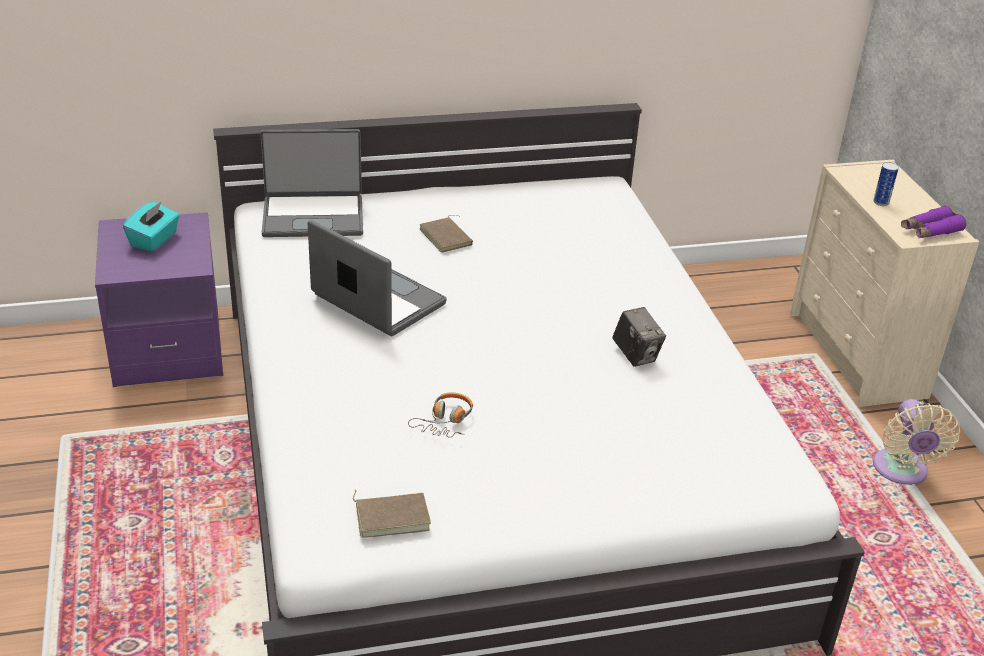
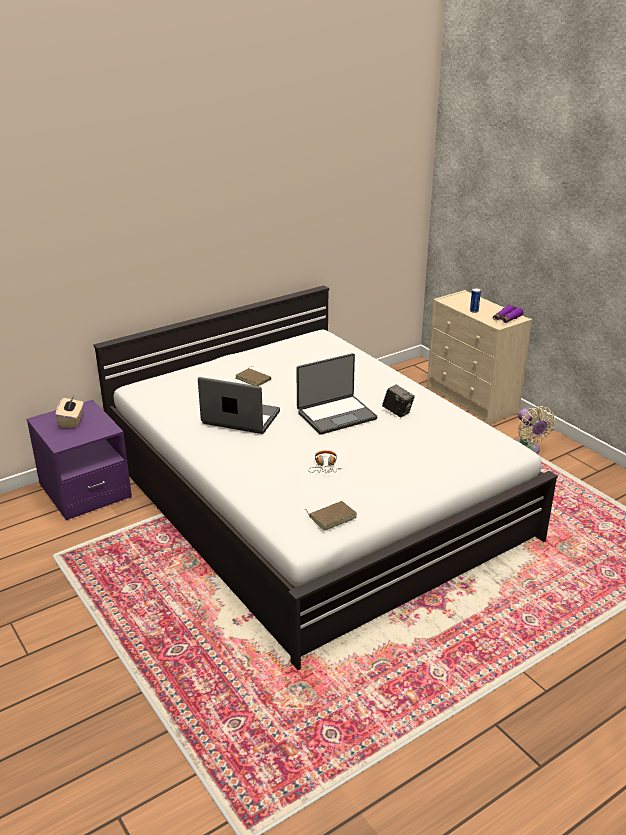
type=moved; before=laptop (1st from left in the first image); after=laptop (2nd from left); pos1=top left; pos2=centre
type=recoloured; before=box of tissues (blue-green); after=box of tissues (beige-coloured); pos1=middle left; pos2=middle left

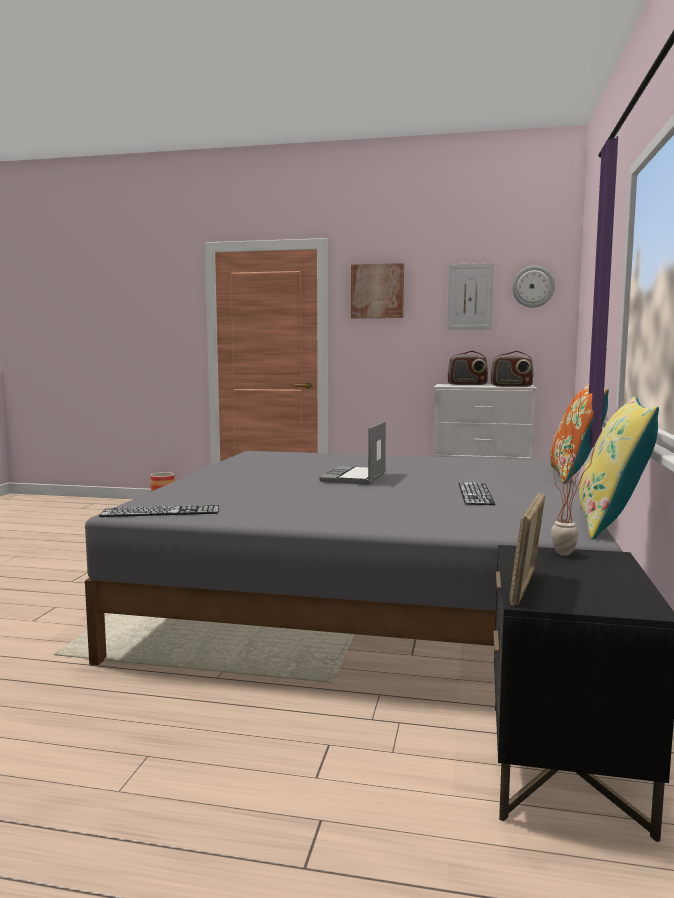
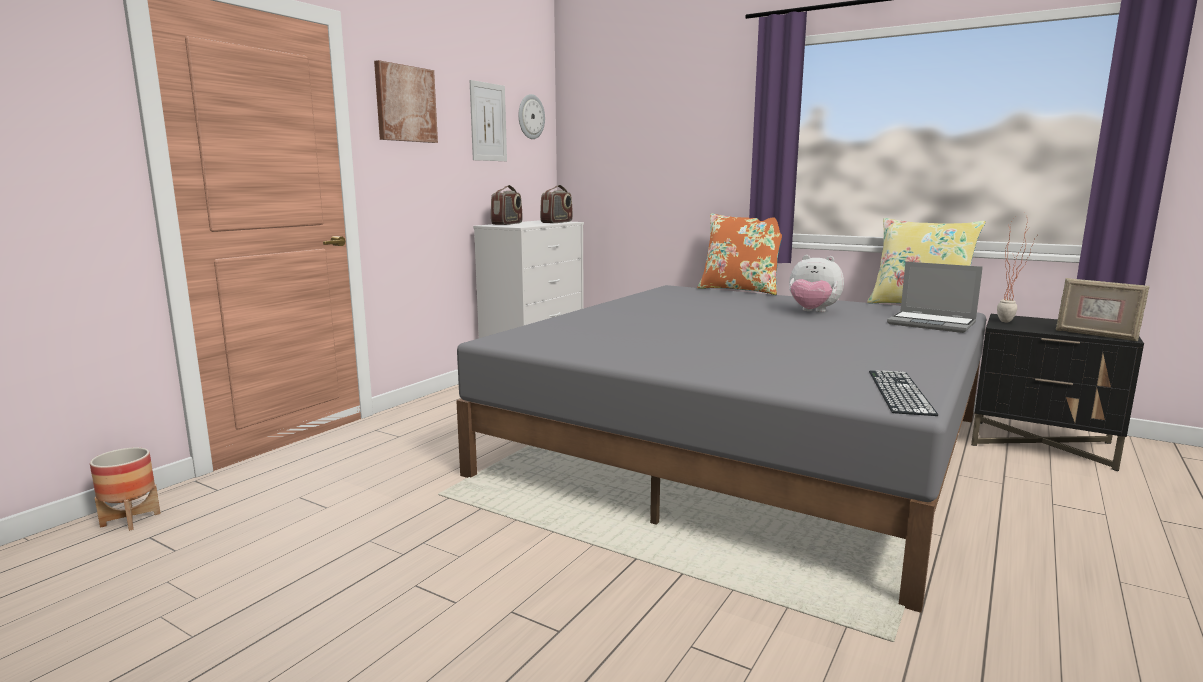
type=moved; before=laptop; pos1=centre; pos2=middle right
type=replaced; before=computer keyboard (2nd from left); after=cuddly toy; pos1=middle right; pos2=middle right

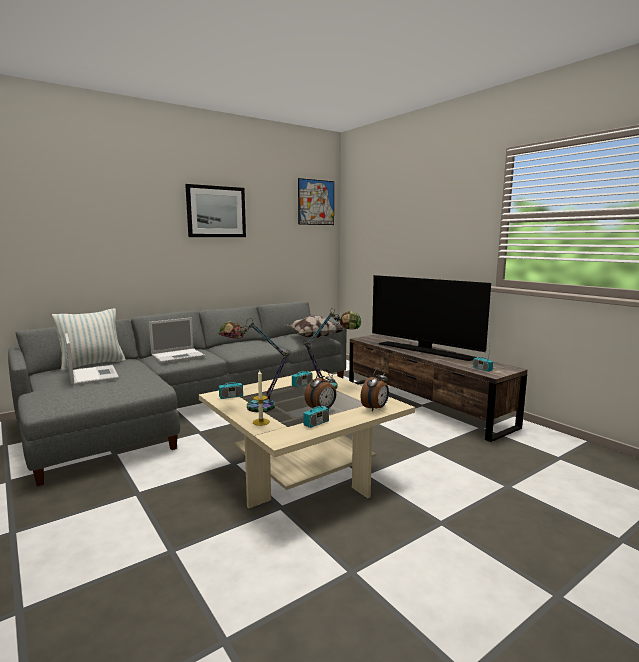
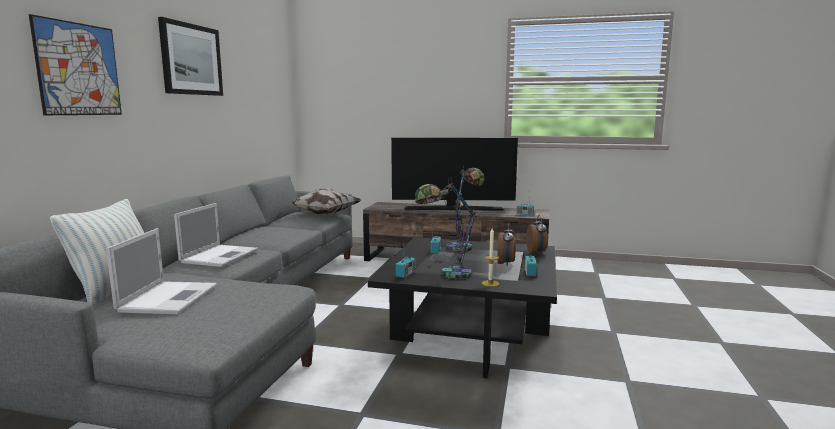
type=moved; before=wall picture (2nd from left in the first image); after=wall picture (1st from left); pos1=top centre; pos2=top left
type=turned; before=laptop (1st from left); pos1=middle left; pos2=middle left; turn=75
type=recoloured; before=low table (beige-coloured); after=low table (black); pos1=centre; pos2=bottom centre

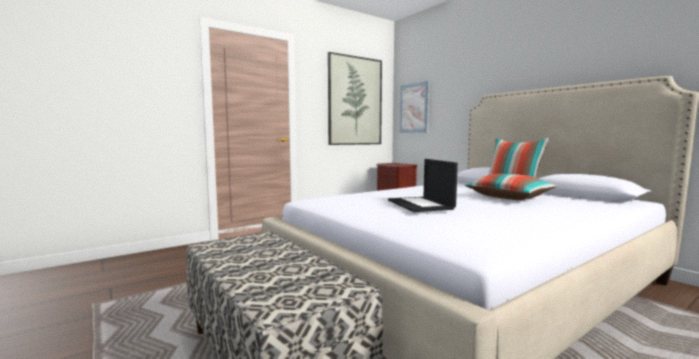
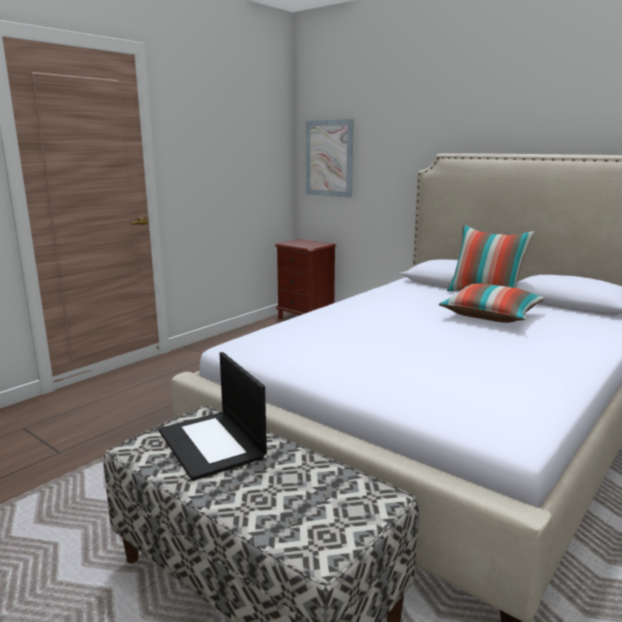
type=removed; before=wall picture (1st from left); pos1=top centre
type=moved; before=laptop; pos1=centre; pos2=bottom centre

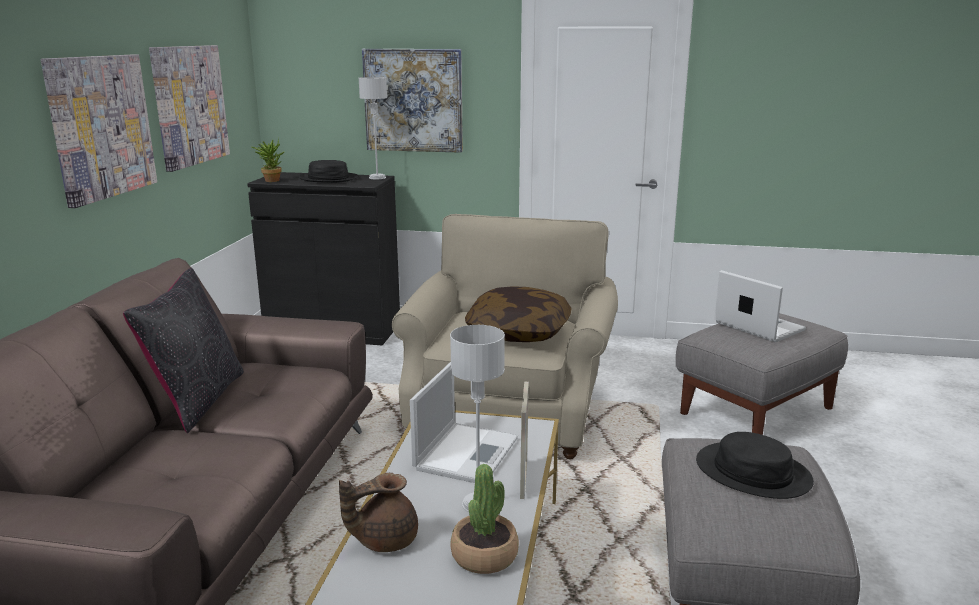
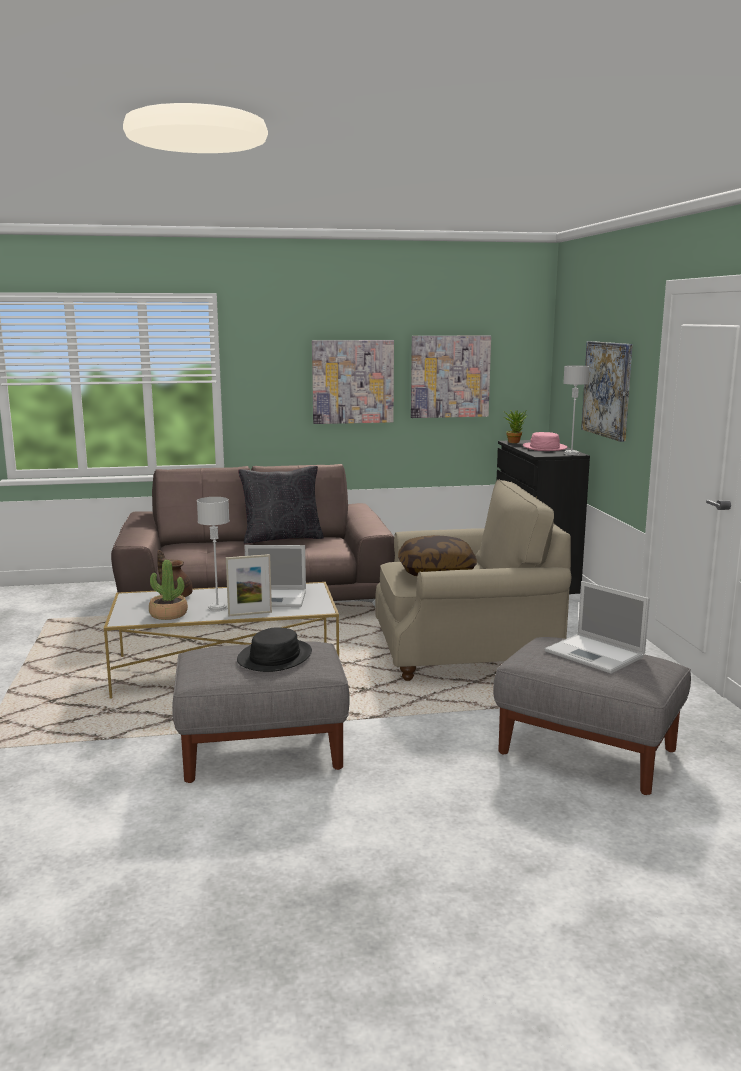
type=recoloured; before=clothing hat (black) (1st from left); after=clothing hat (pink-coloured); pos1=top centre; pos2=middle right
type=turned; before=laptop (2nd from left); pos1=middle right; pos2=middle right; turn=105

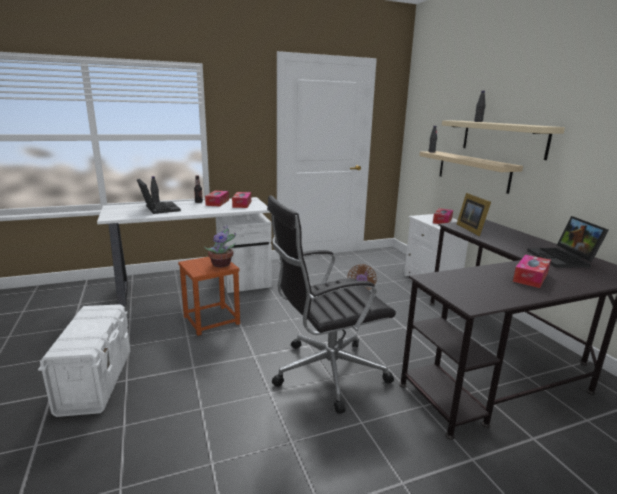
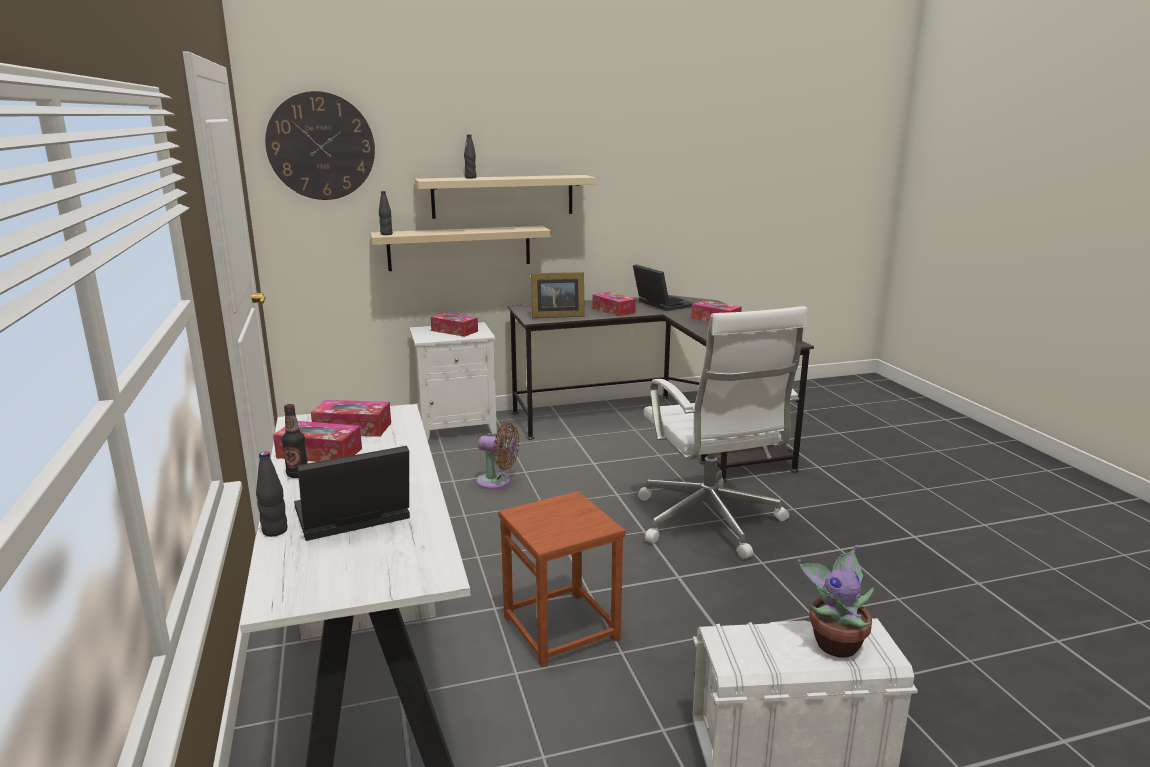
type=recoloured; before=office chair (black); after=office chair (whitish); pos1=centre; pos2=centre
type=turned; before=laptop (2nd from left); pos1=middle right; pos2=centre; turn=-120
type=moved; before=potted plant; pos1=centre; pos2=bottom right
type=added; after=clock on the wall; pos2=top left
type=added; after=box of tissues (4th from left); pos2=centre

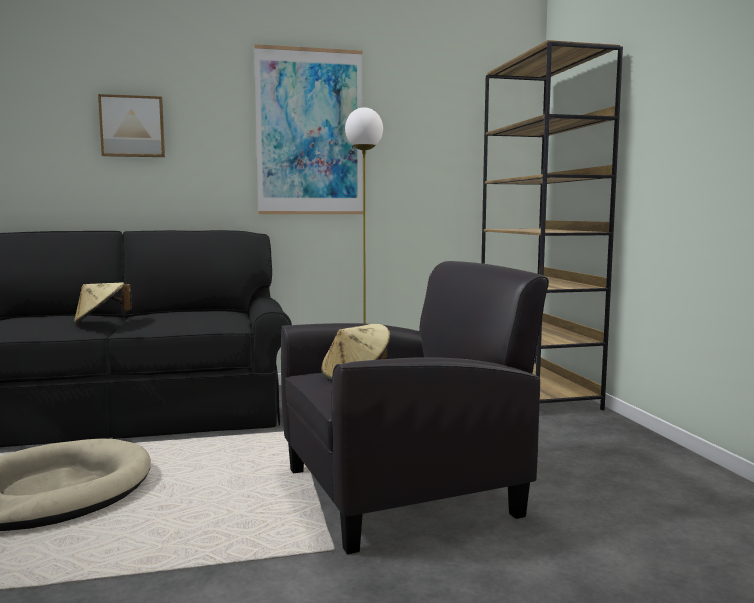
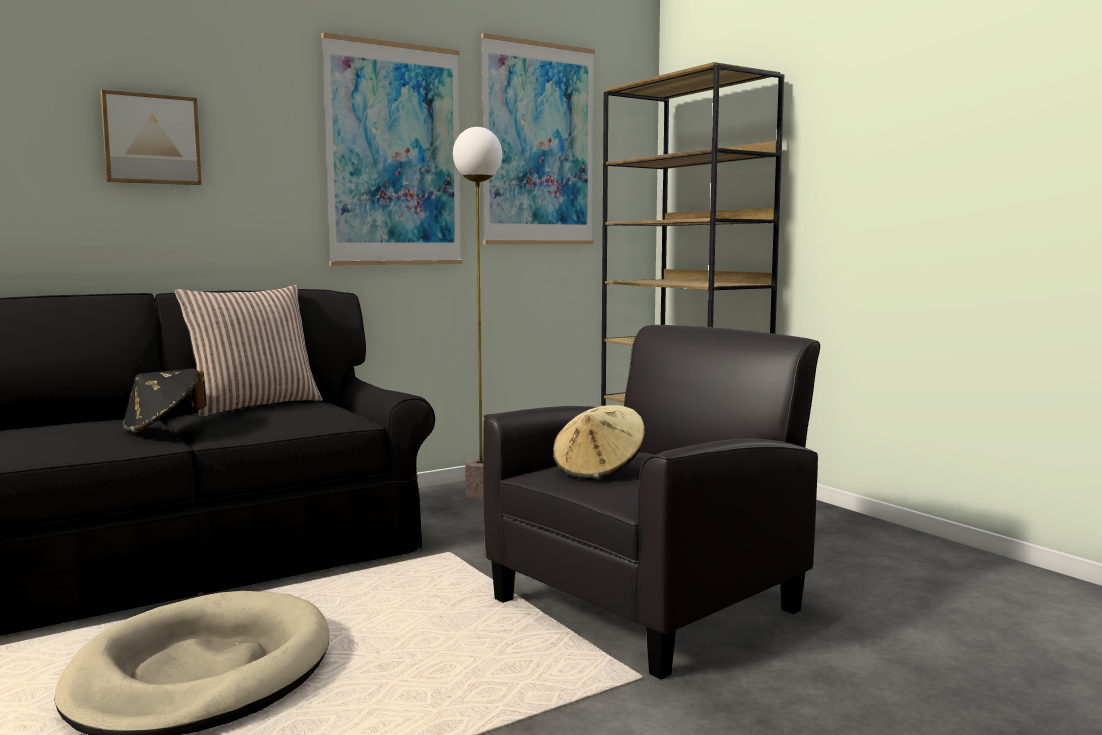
type=recoloured; before=clothing hat (beige-coloured) (1st from left); after=clothing hat (black); pos1=middle left; pos2=middle left
type=added; after=wall picture (3rd from left); pos2=top centre
type=added; after=throw pillow; pos2=middle left

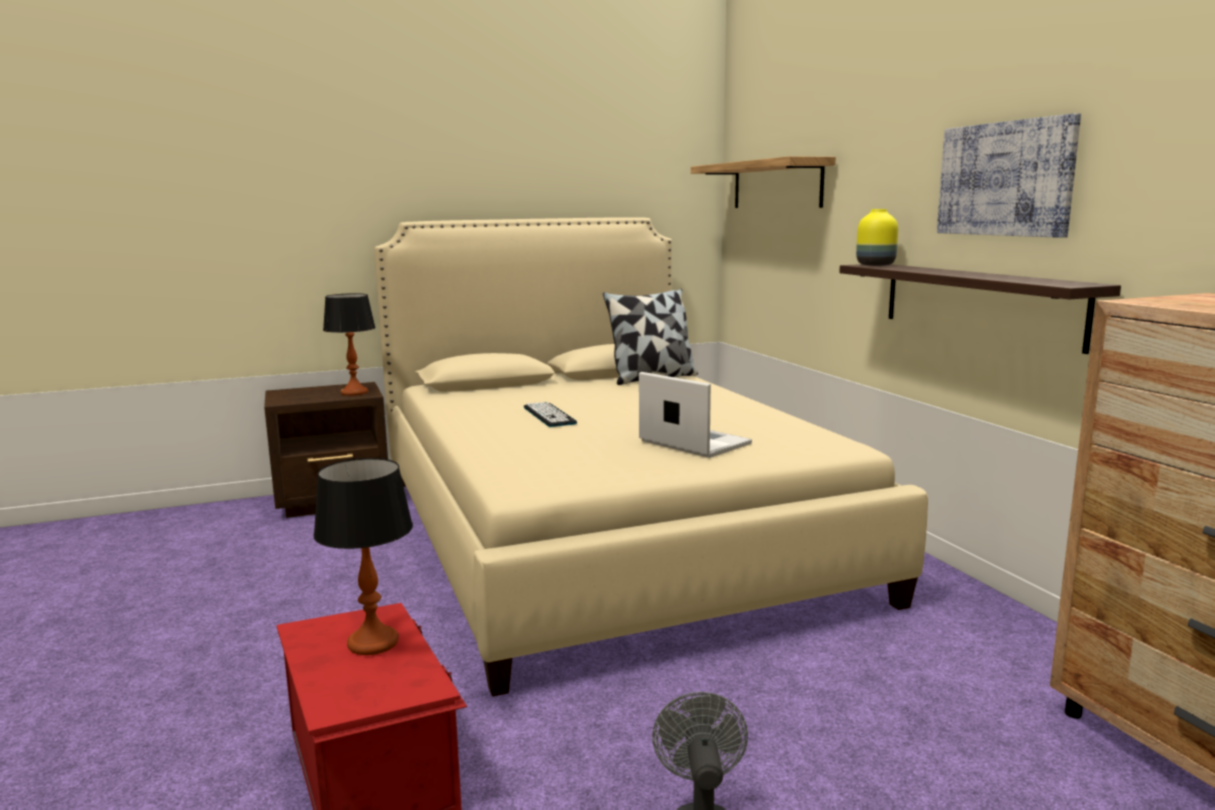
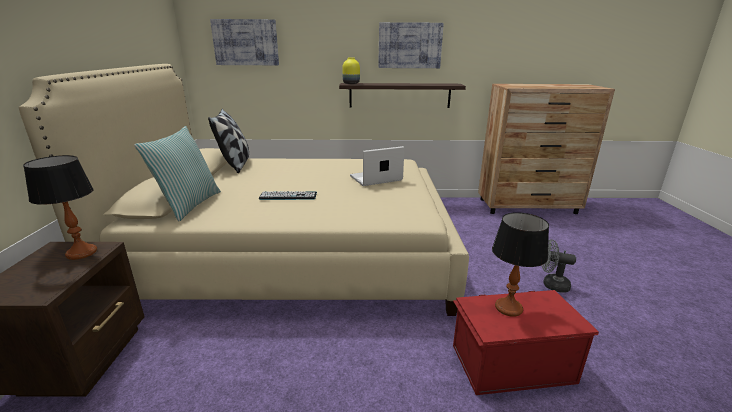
type=replaced; before=wall shelf (1st from left); after=wall picture (1st from left); pos1=top centre; pos2=top centre
type=added; after=throw pillow (1st from left); pos2=middle left

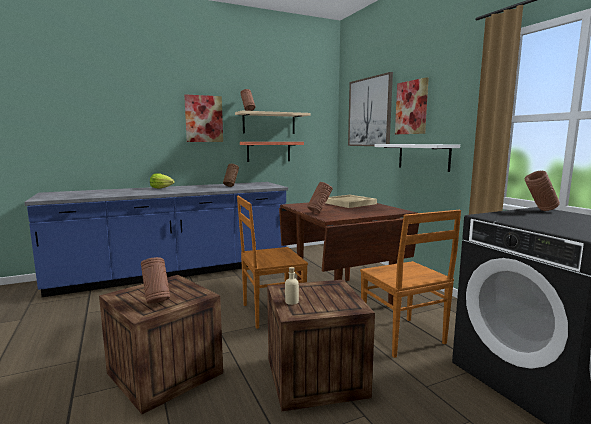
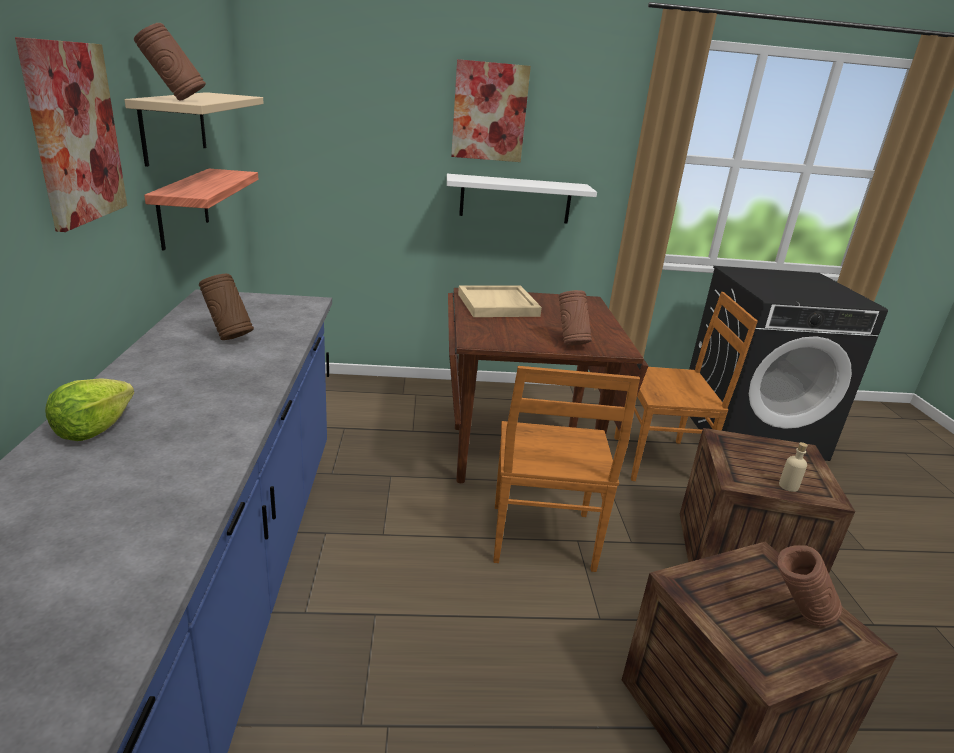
type=removed; before=wall picture (2nd from left); pos1=top centre
type=removed; before=vase (brown) (5th from left); pos1=middle right

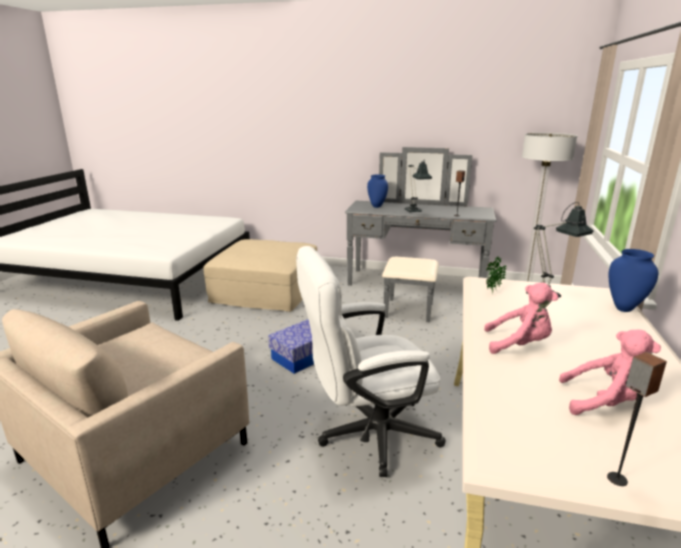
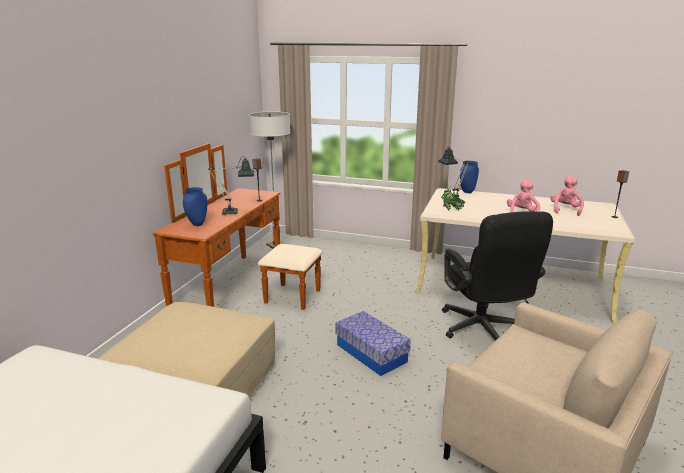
type=recoloured; before=drawer chest (greyish); after=drawer chest (brown); pos1=centre; pos2=centre
type=recoloured; before=office chair (whitish); after=office chair (black); pos1=centre; pos2=middle right

